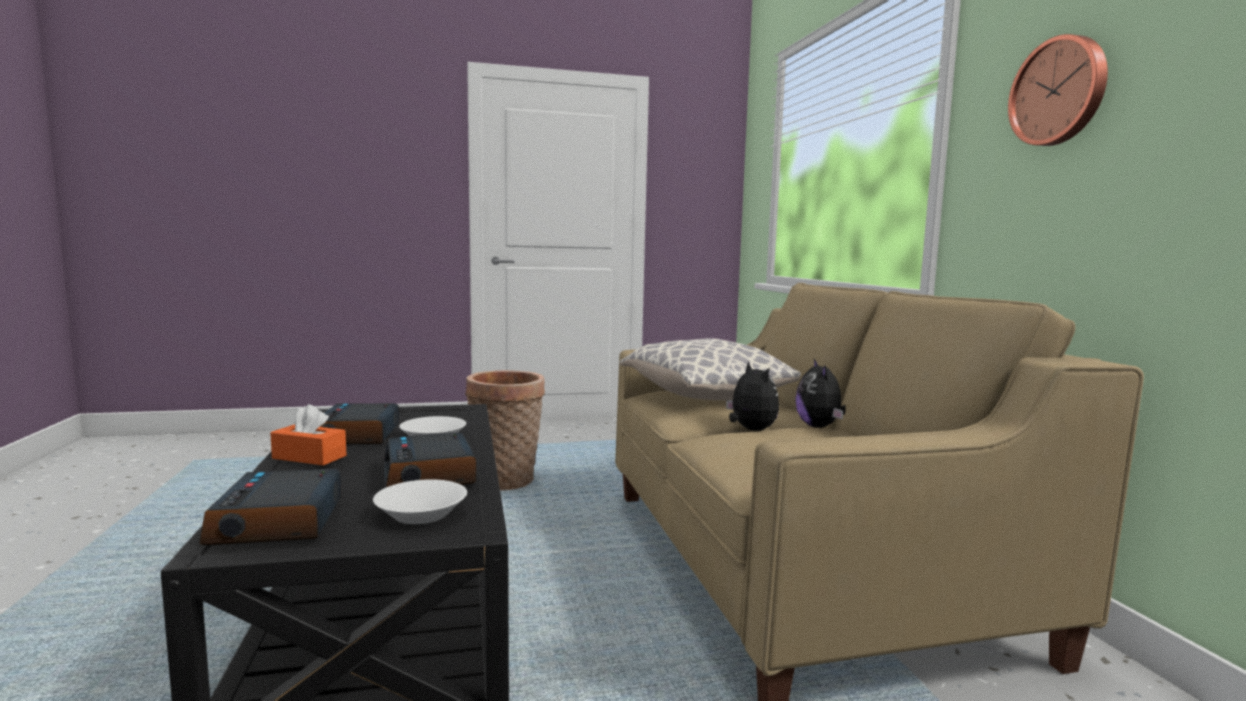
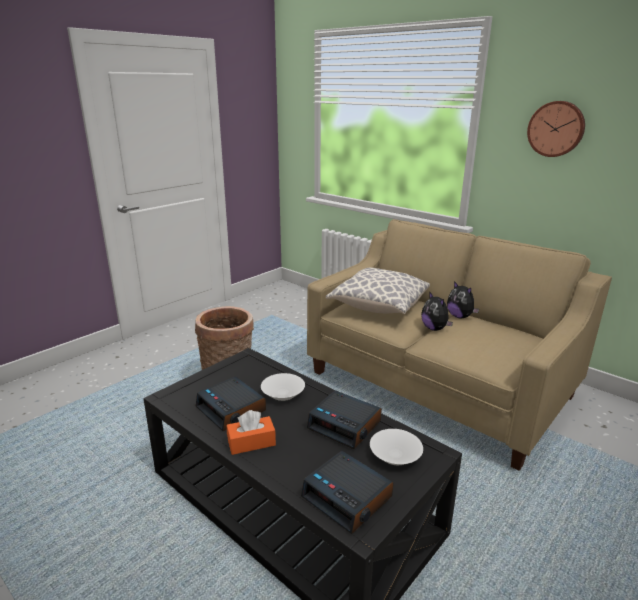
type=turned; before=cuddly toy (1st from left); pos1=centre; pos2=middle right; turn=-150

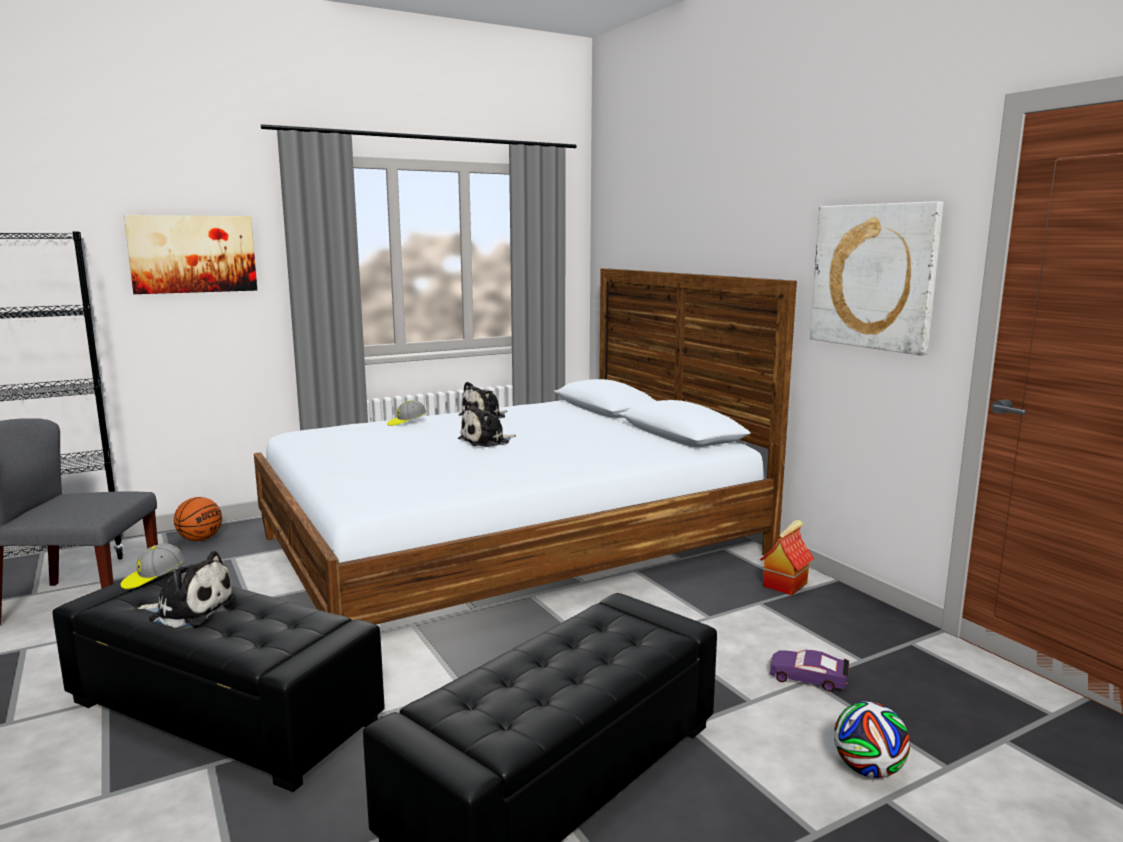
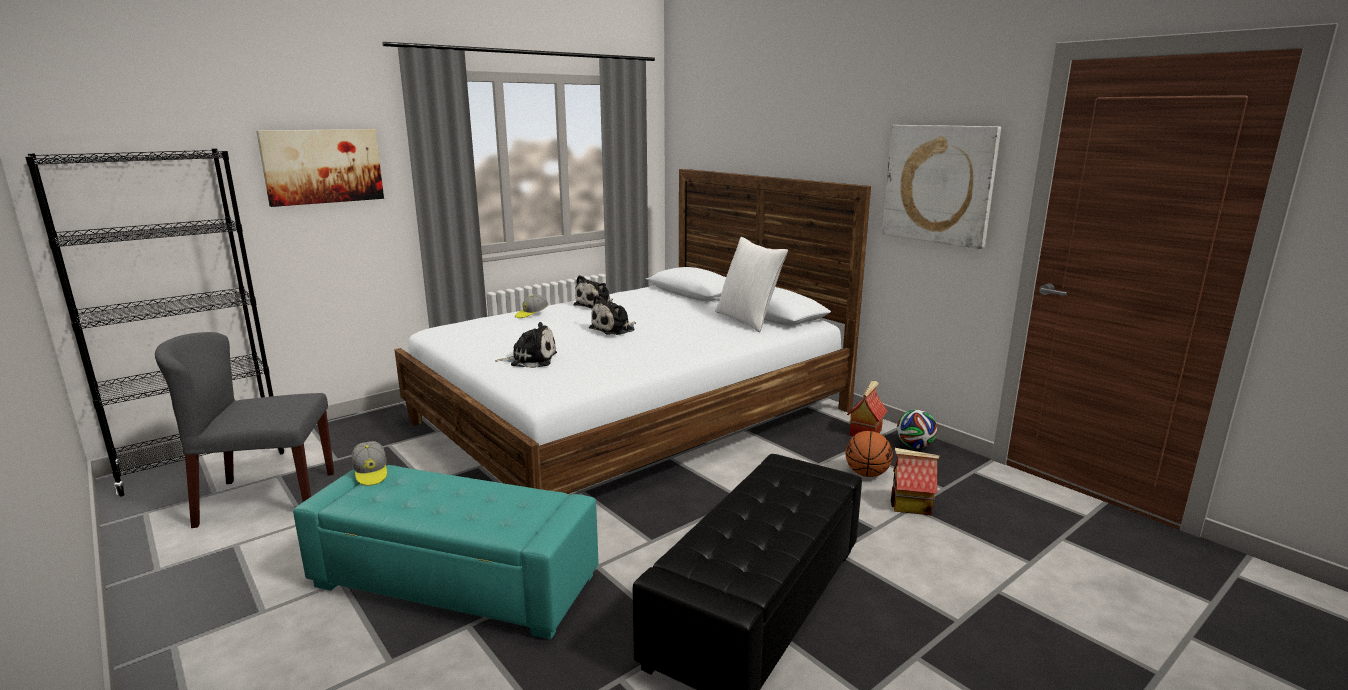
type=moved; before=basketball; pos1=middle left; pos2=centre
type=turned; before=peaked cap (1st from left); pos1=bottom left; pos2=bottom left; turn=-60
type=moved; before=cuddly toy (1st from left); pos1=bottom left; pos2=centre
type=recoloured; before=ottoman (black) (1st from left); after=ottoman (blue-green); pos1=bottom left; pos2=bottom left
type=replaced; before=model car (purplish); after=model house (2nd from left); pos1=bottom right; pos2=bottom right
type=moved; before=ball for football; pos1=bottom right; pos2=middle right
type=added; after=throw pillow (whitish); pos2=centre

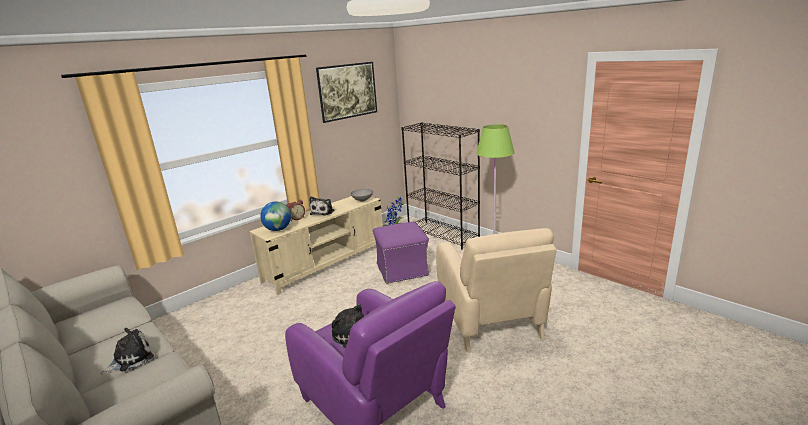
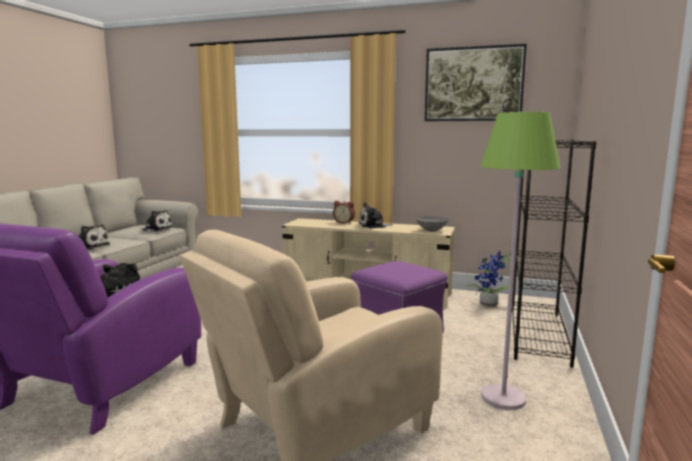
type=removed; before=desk globe; pos1=centre
type=added; after=cuddly toy (3rd from left); pos2=middle left

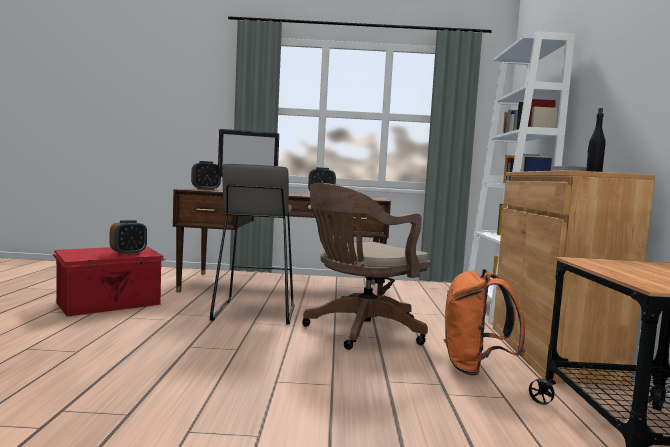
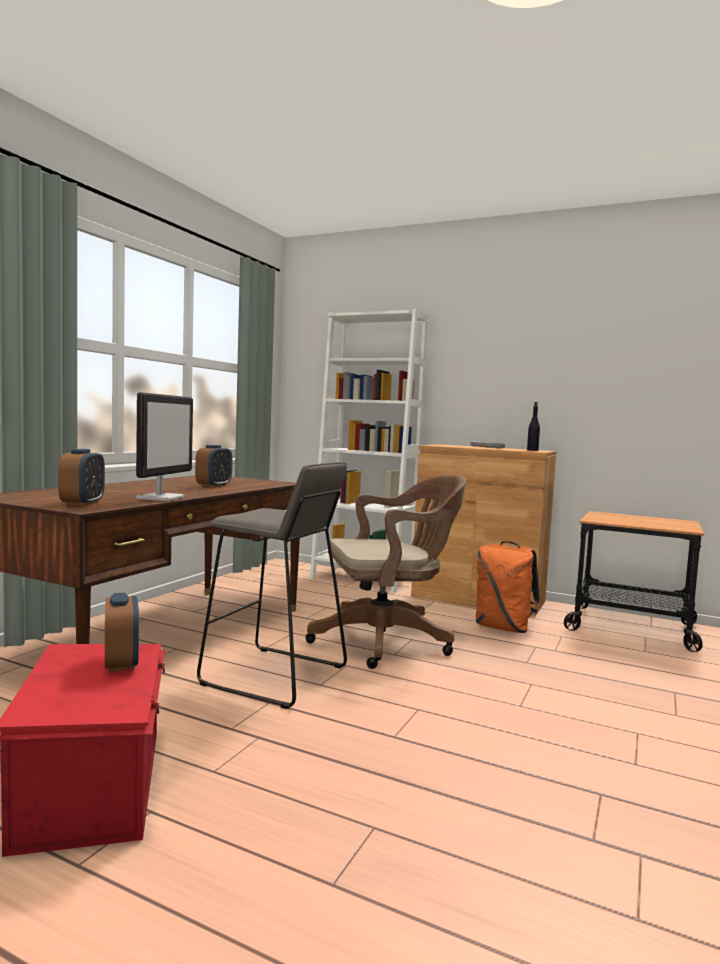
type=turned; before=office chair (brown); pos1=centre; pos2=centre; turn=-90

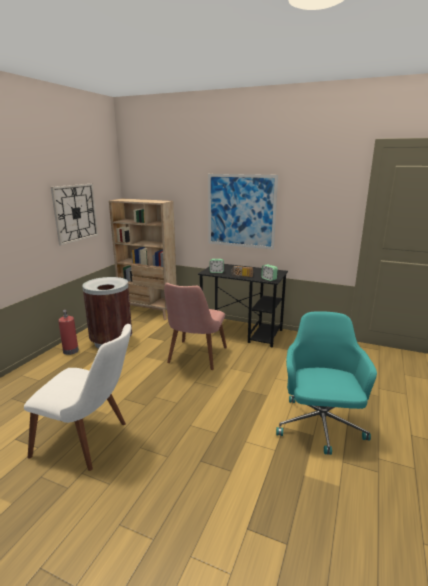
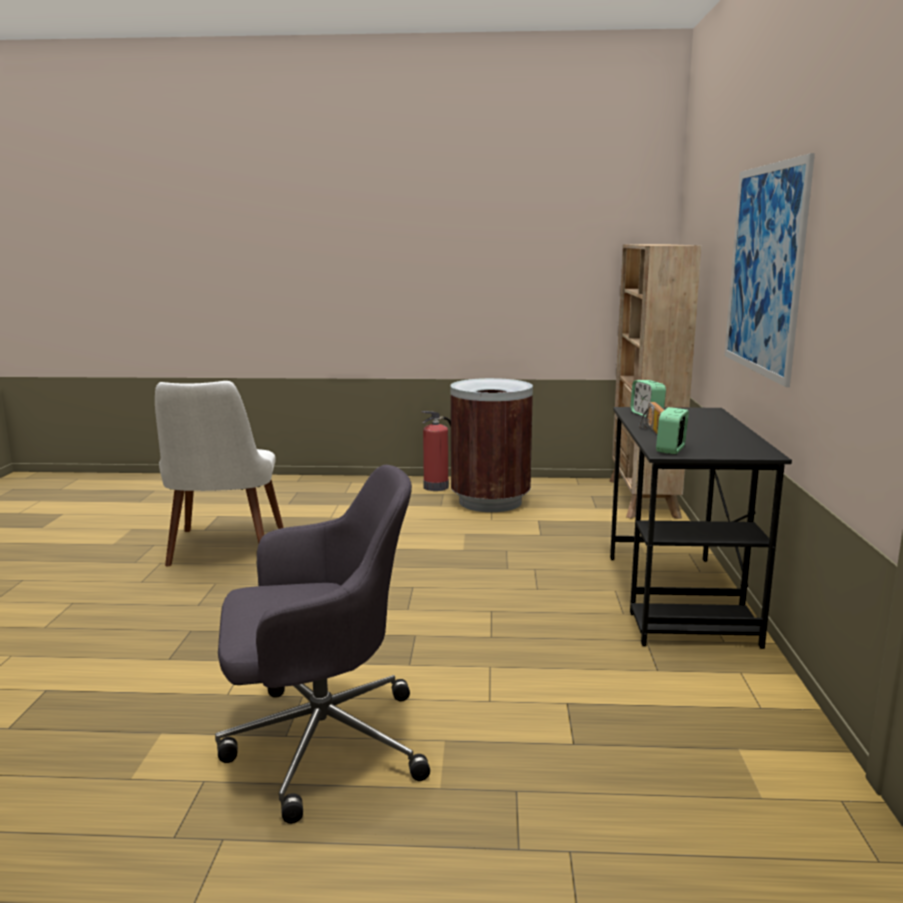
type=removed; before=clock on the wall; pos1=middle left
type=removed; before=plain chair (pink-coloured); pos1=centre
type=recoloured; before=office chair (blue-green); after=office chair (greyish); pos1=middle right; pos2=bottom centre

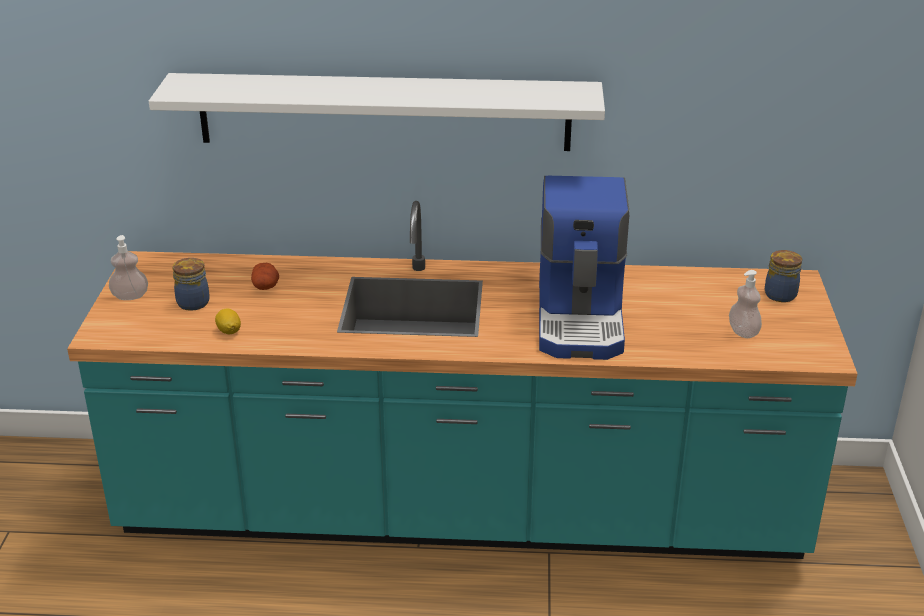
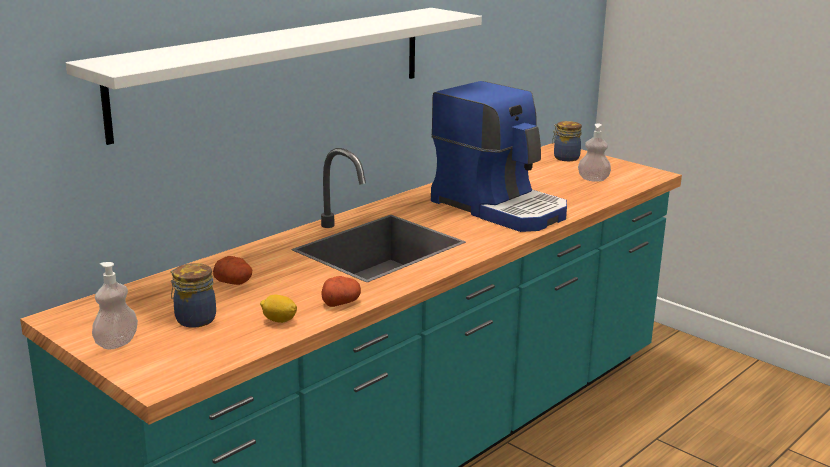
type=added; after=spud (2nd from left); pos2=centre

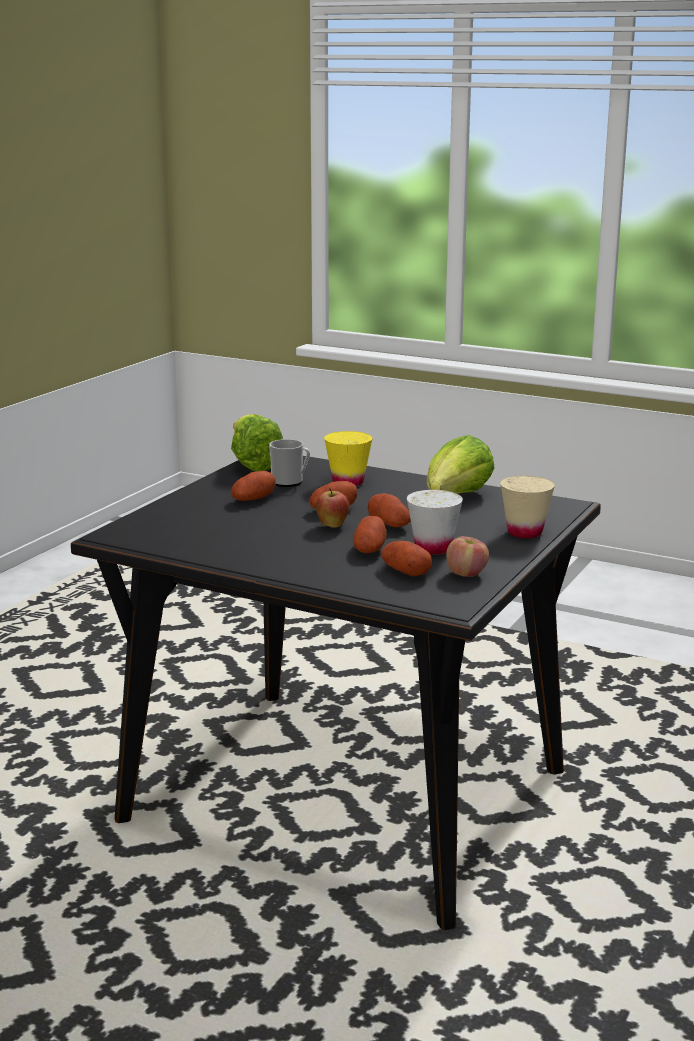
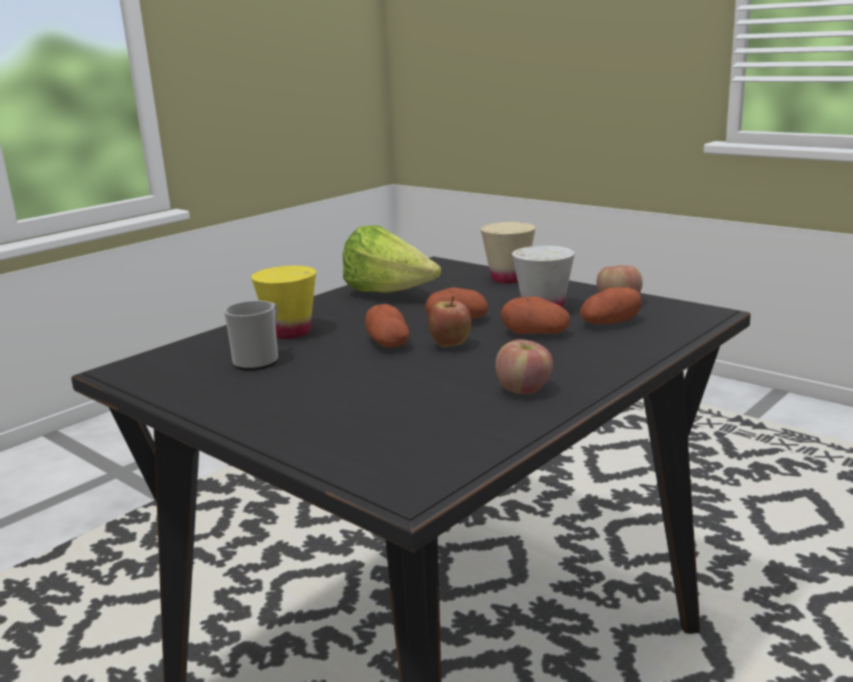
type=removed; before=lettuce head (1st from left); pos1=centre
type=removed; before=spud (1st from left); pos1=centre
type=added; after=apple (2nd from left); pos2=centre

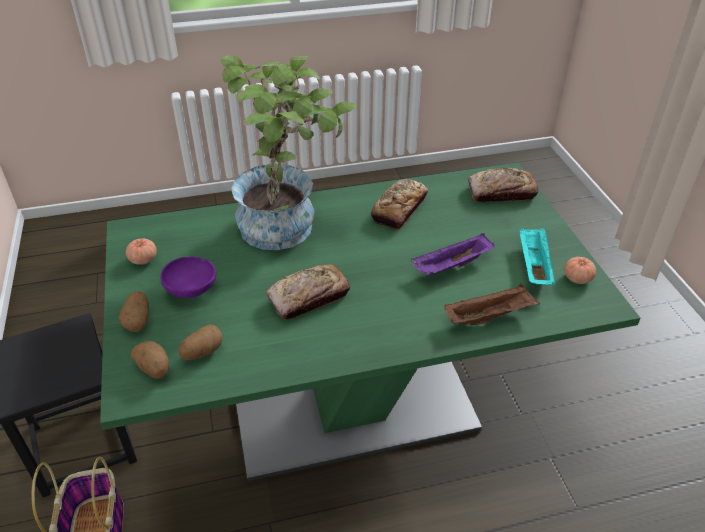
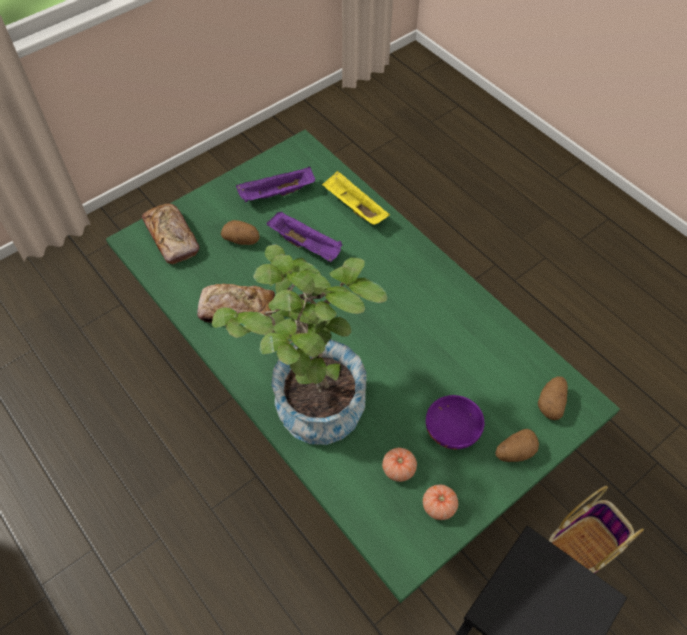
type=recoloured; before=carrying tray (blue-green); after=carrying tray (purplish) (1st from left); pos1=middle right; pos2=top centre
type=moved; before=tomato (2nd from left in the first image); after=tomato (1st from left); pos1=middle right; pos2=bottom centre
type=removed; before=baked bread (1st from left); pos1=centre
type=recoloured; before=carrying tray (brown); after=carrying tray (yellowish); pos1=middle right; pos2=top centre
type=moved; before=spud (3rd from left in the first image); after=spud (1st from left); pos1=middle left; pos2=centre

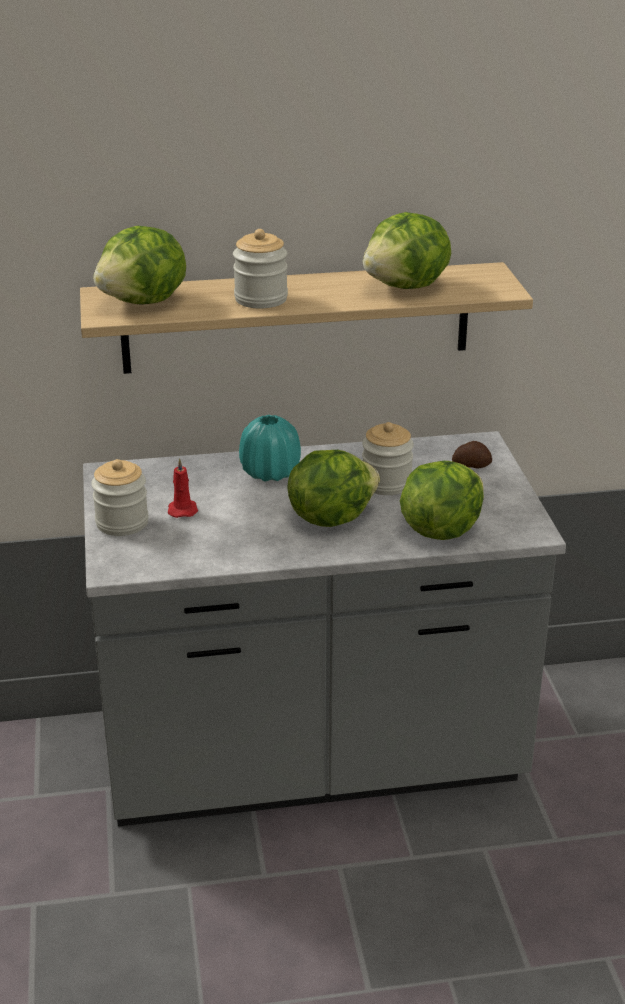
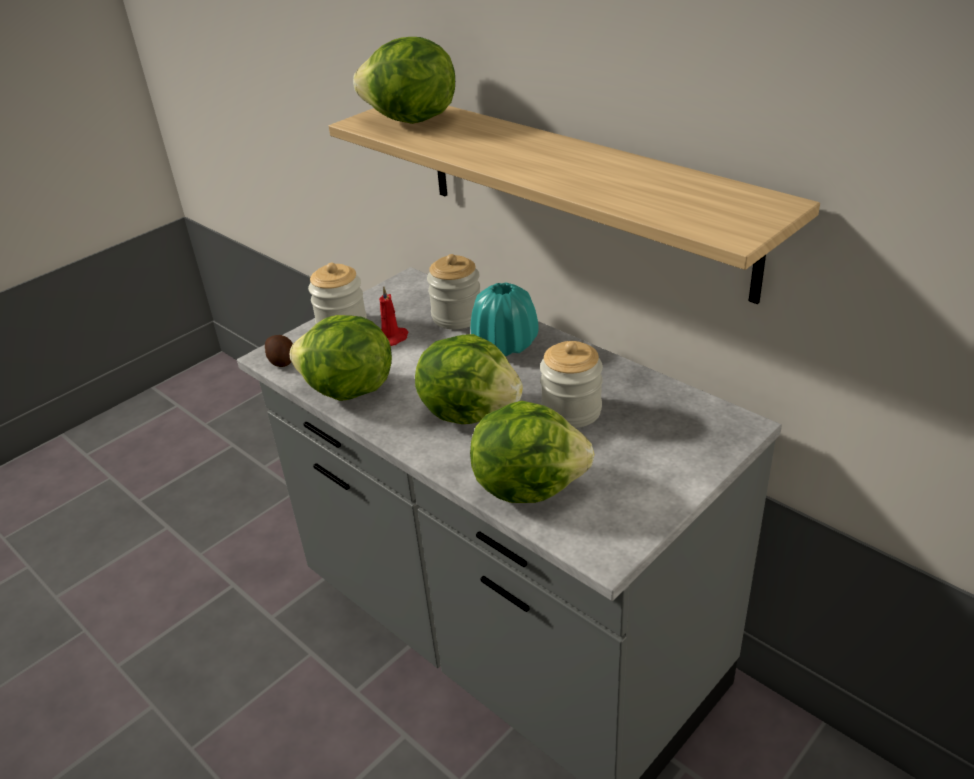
type=moved; before=lettuce head (3rd from left in the first image); after=lettuce head (1st from left); pos1=top centre; pos2=centre
type=moved; before=jar (2nd from left); pos1=top centre; pos2=centre
type=moved; before=spud; pos1=middle right; pos2=middle left

